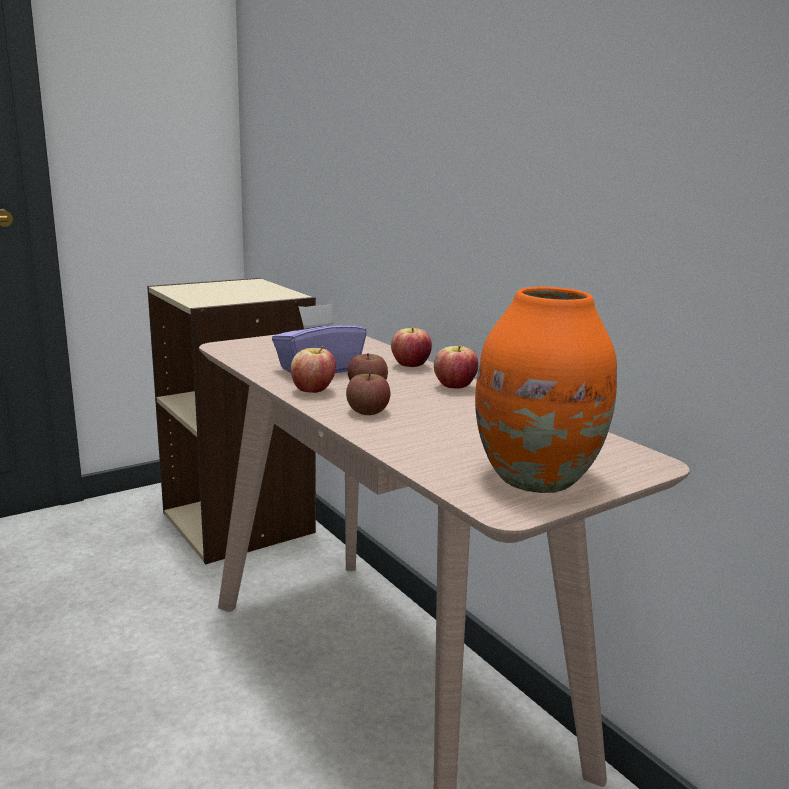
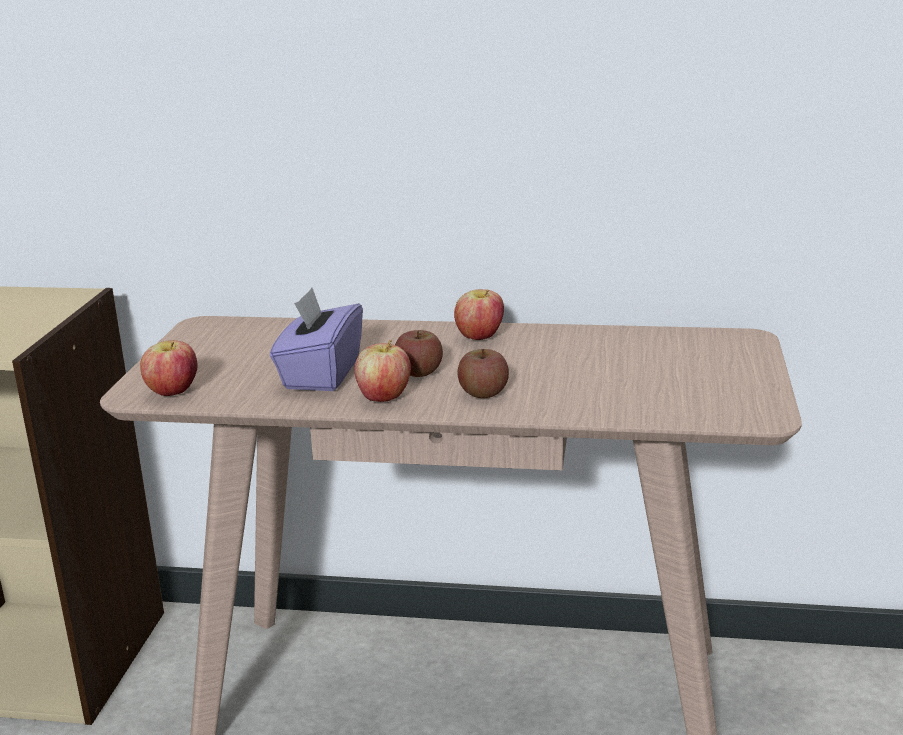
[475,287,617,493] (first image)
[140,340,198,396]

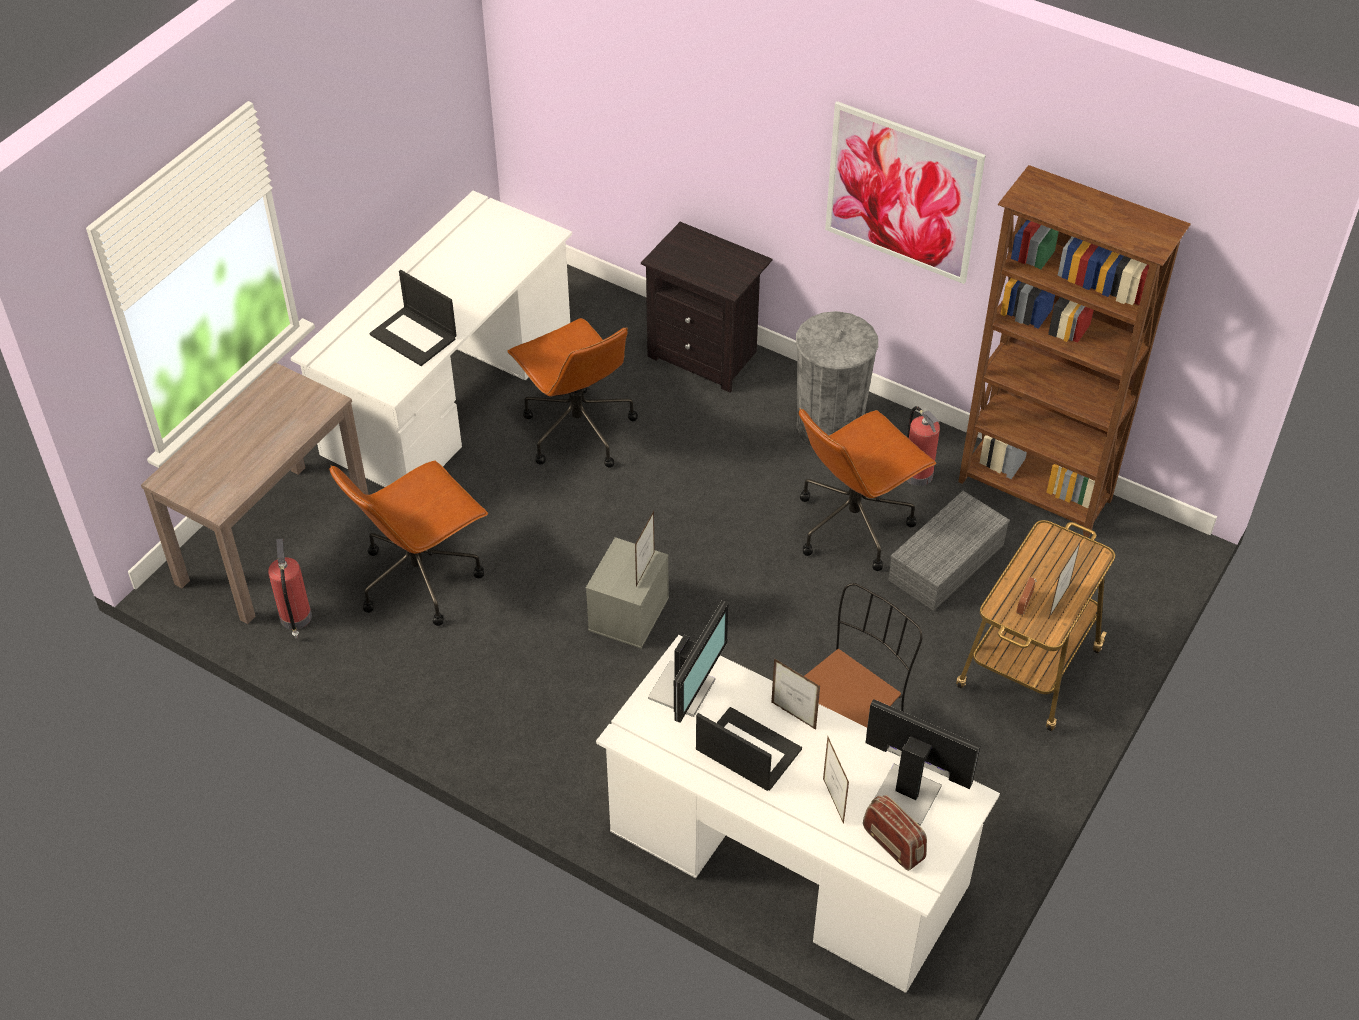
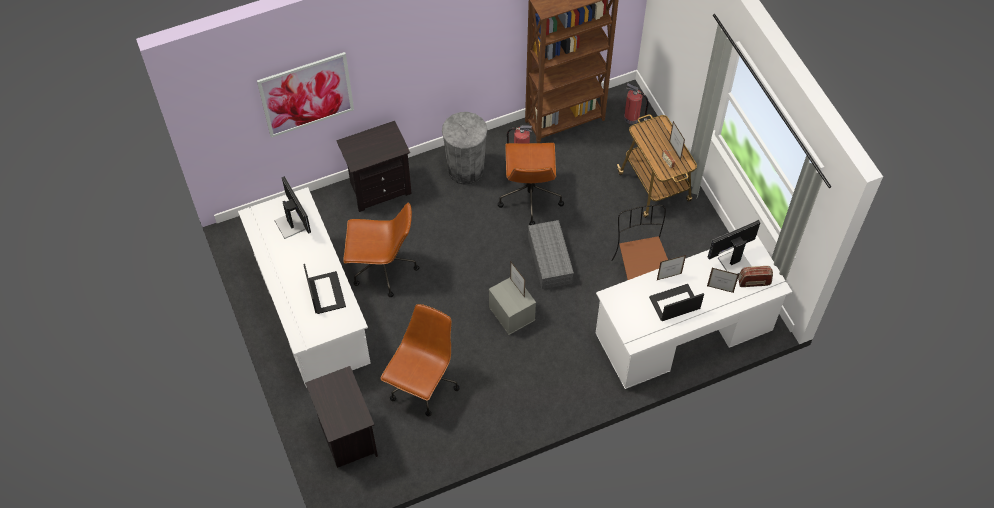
[624,83,649,124]
[274,176,311,239]
[257,52,354,138]
[528,220,574,289]
[305,366,378,468]
[380,304,460,416]
[303,264,346,314]

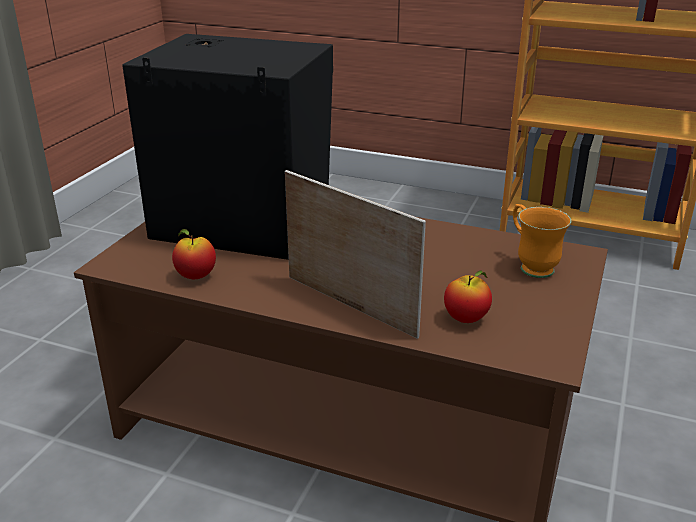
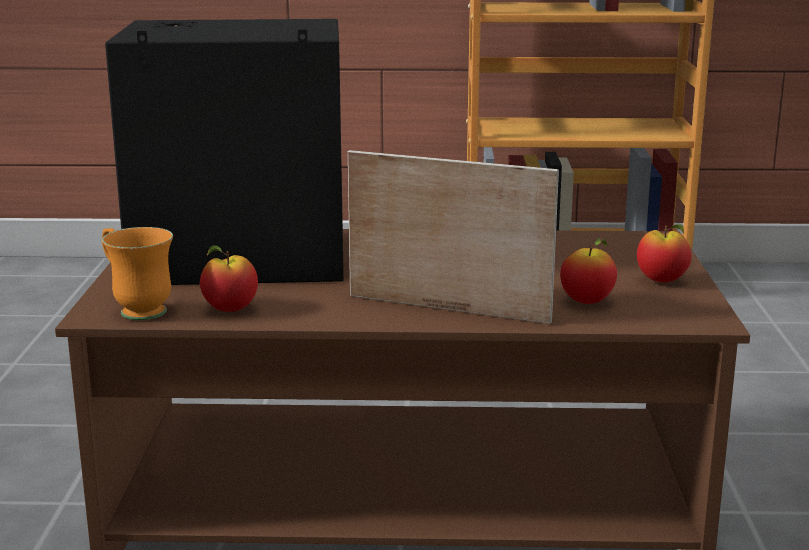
[637,224,692,283]
[102,227,173,320]

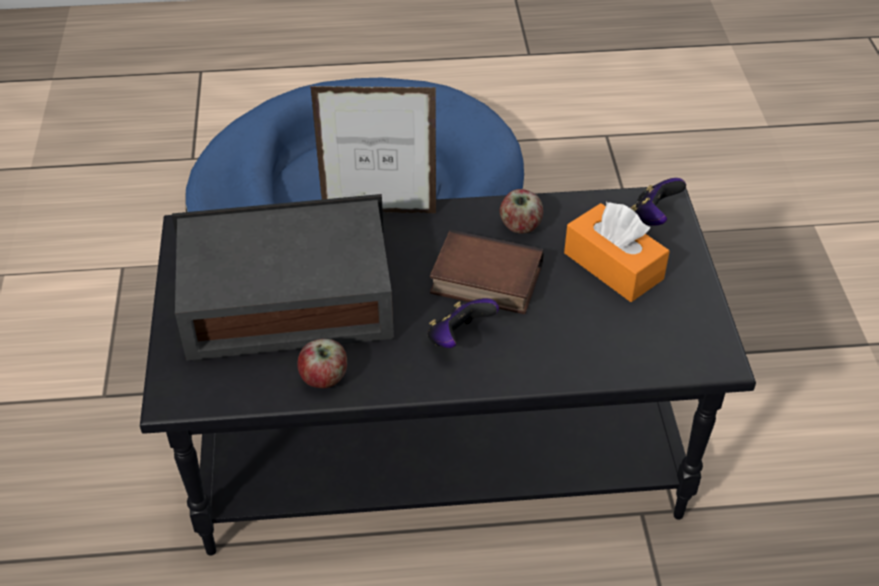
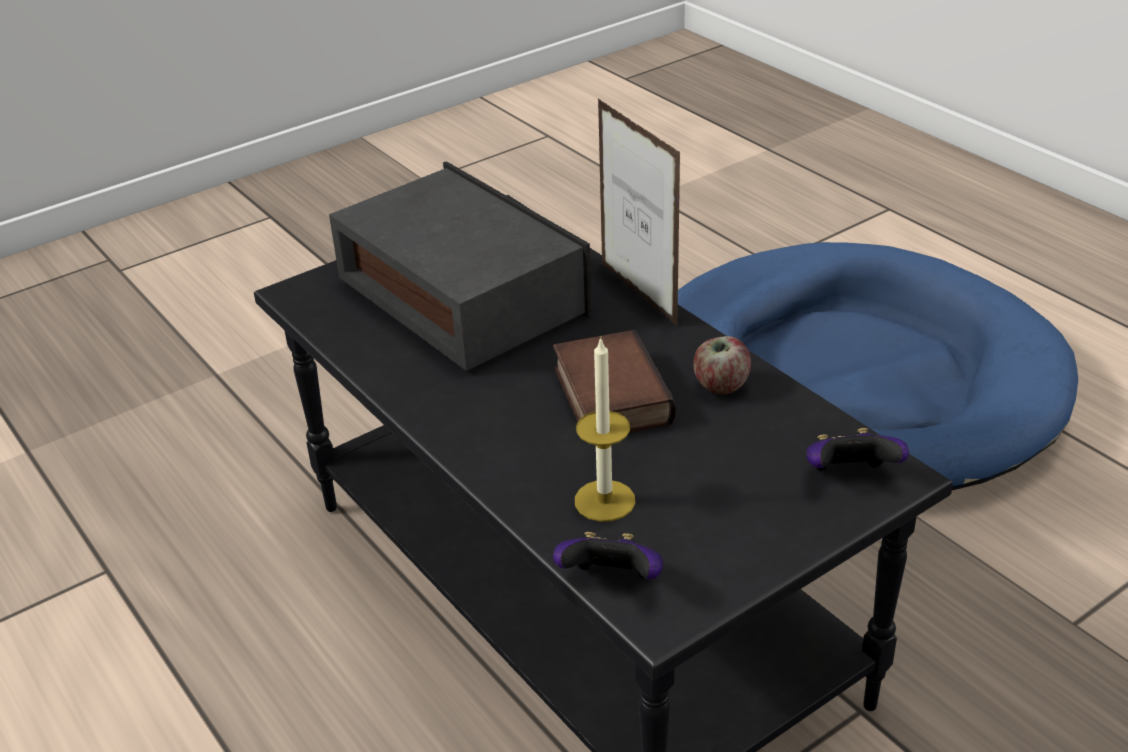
[297,339,347,388] (first image)
[564,202,670,302] (first image)
[575,337,635,522]
[553,532,663,579]

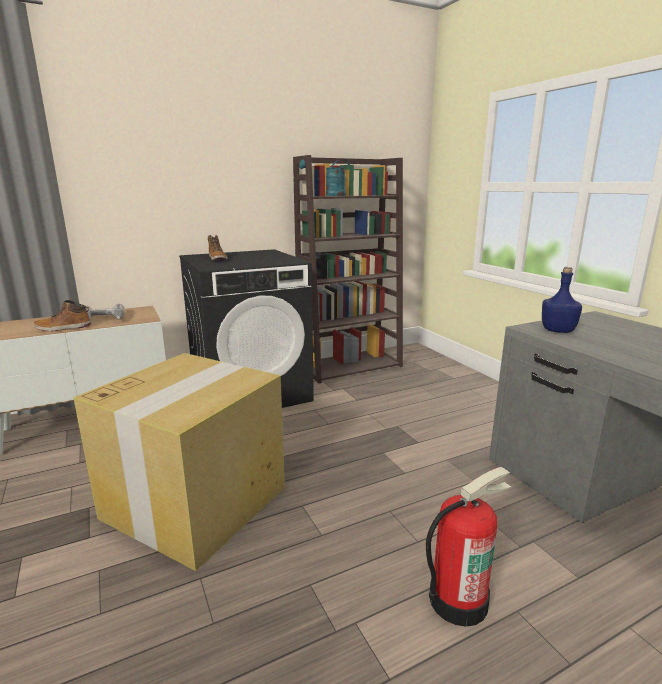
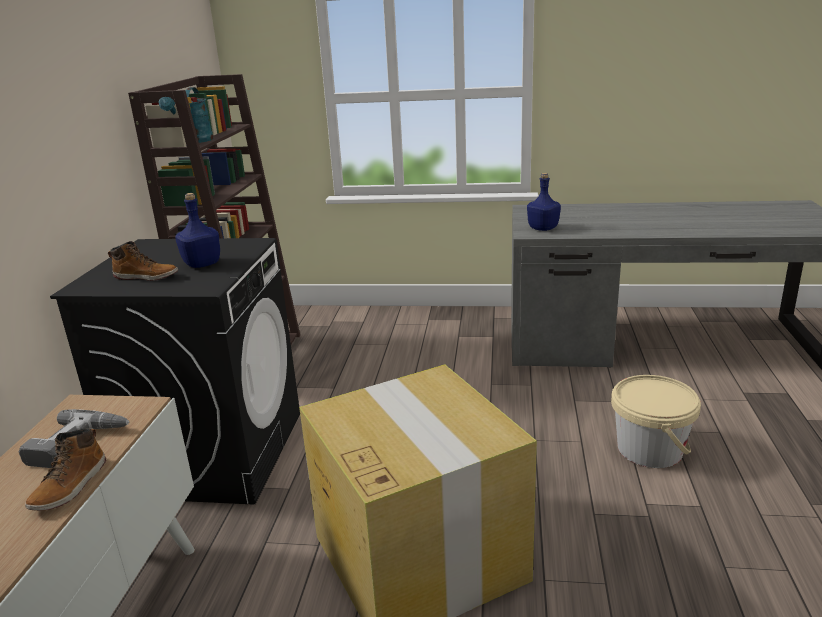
[175,193,220,268]
[611,375,701,468]

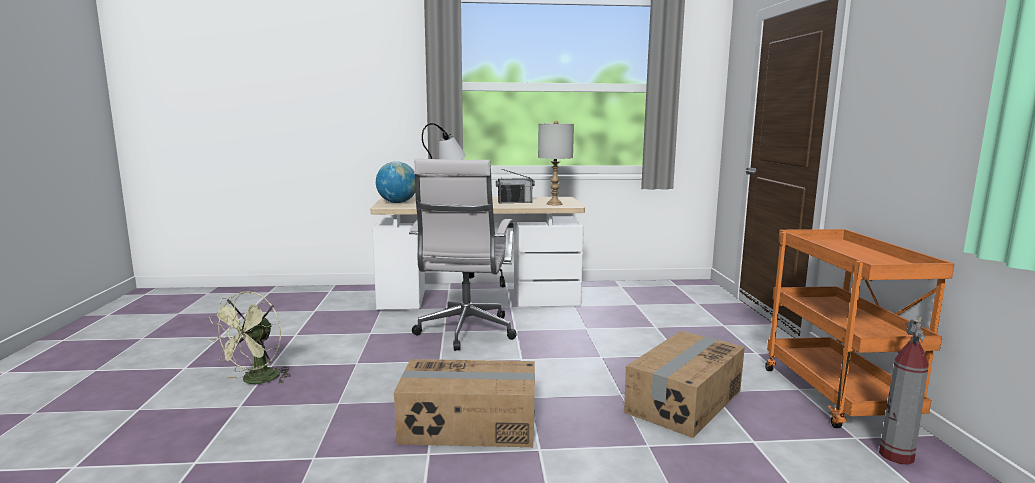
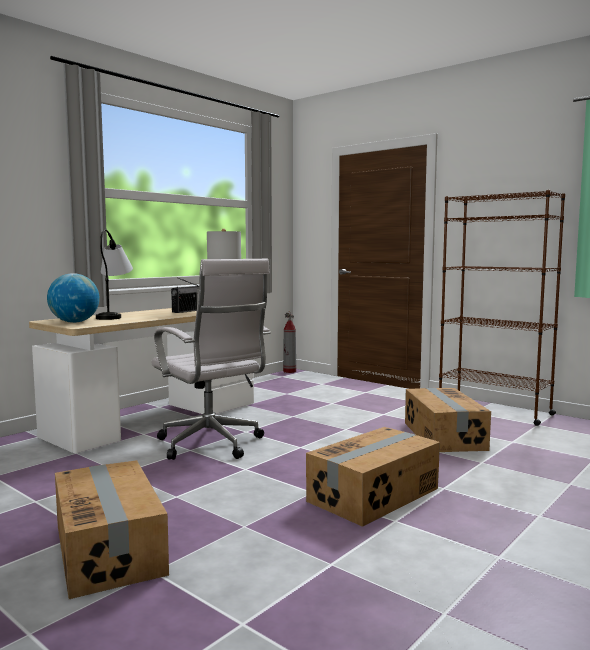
[283,311,296,373]
[55,460,169,599]
[439,190,565,426]

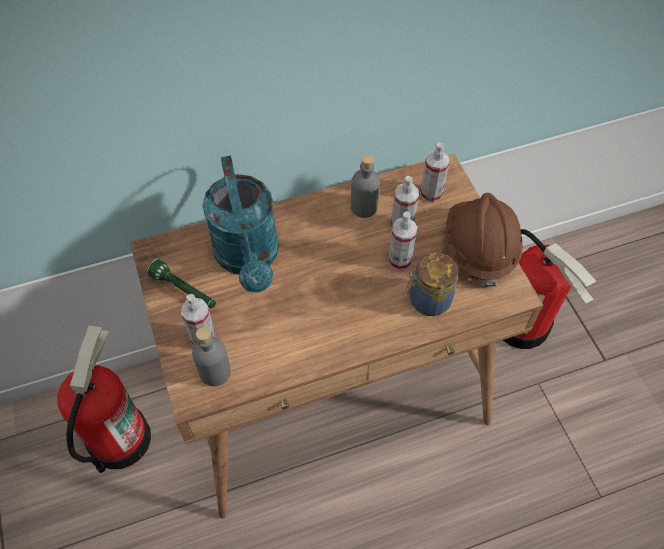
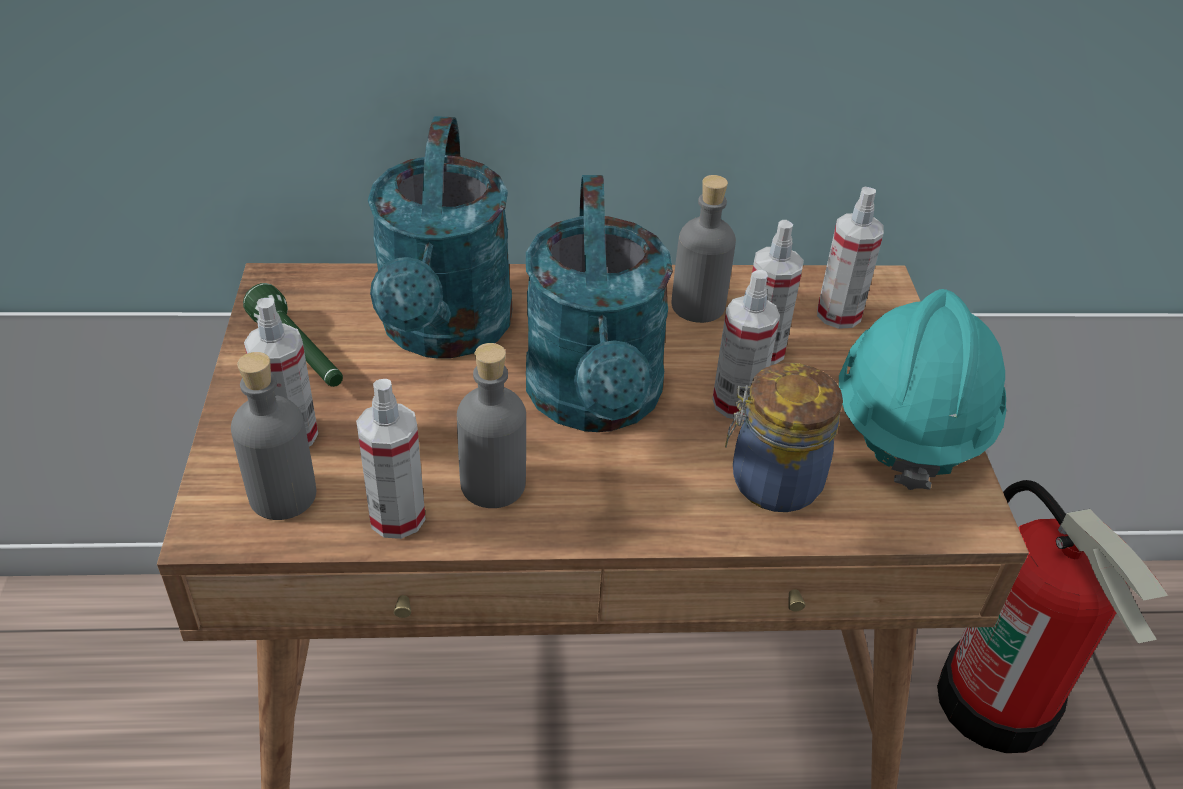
[58,326,151,473] (first image)
[356,379,426,539]
[457,343,526,508]
[526,175,673,432]
[839,289,1007,490]

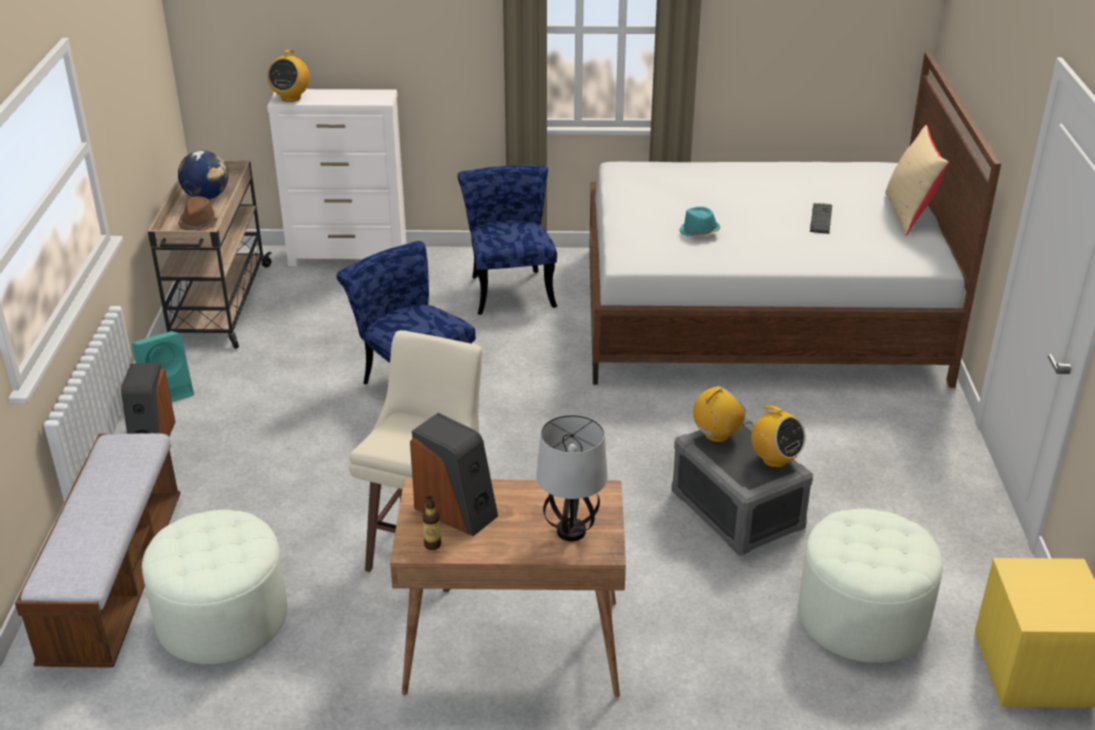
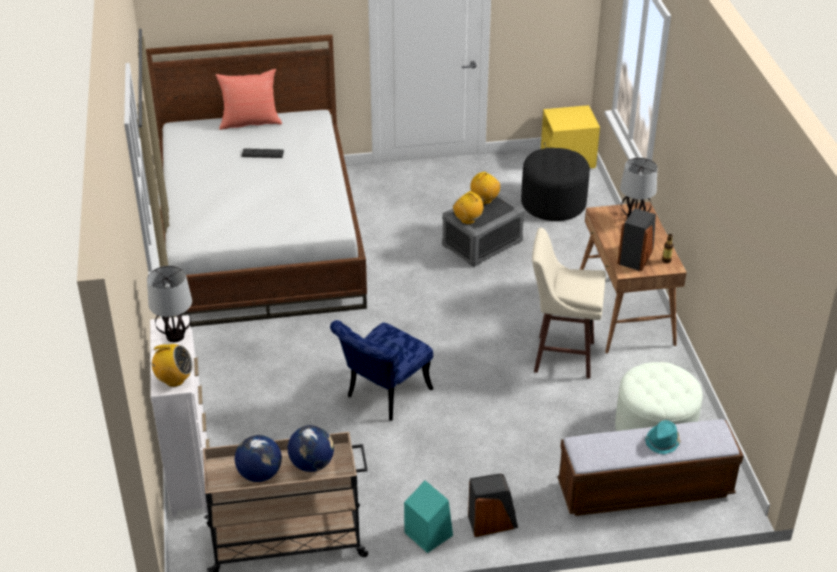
[457,165,557,315] (first image)
[147,266,192,342]
[645,420,681,454]
[288,425,334,472]
[521,148,590,221]
[215,69,282,130]

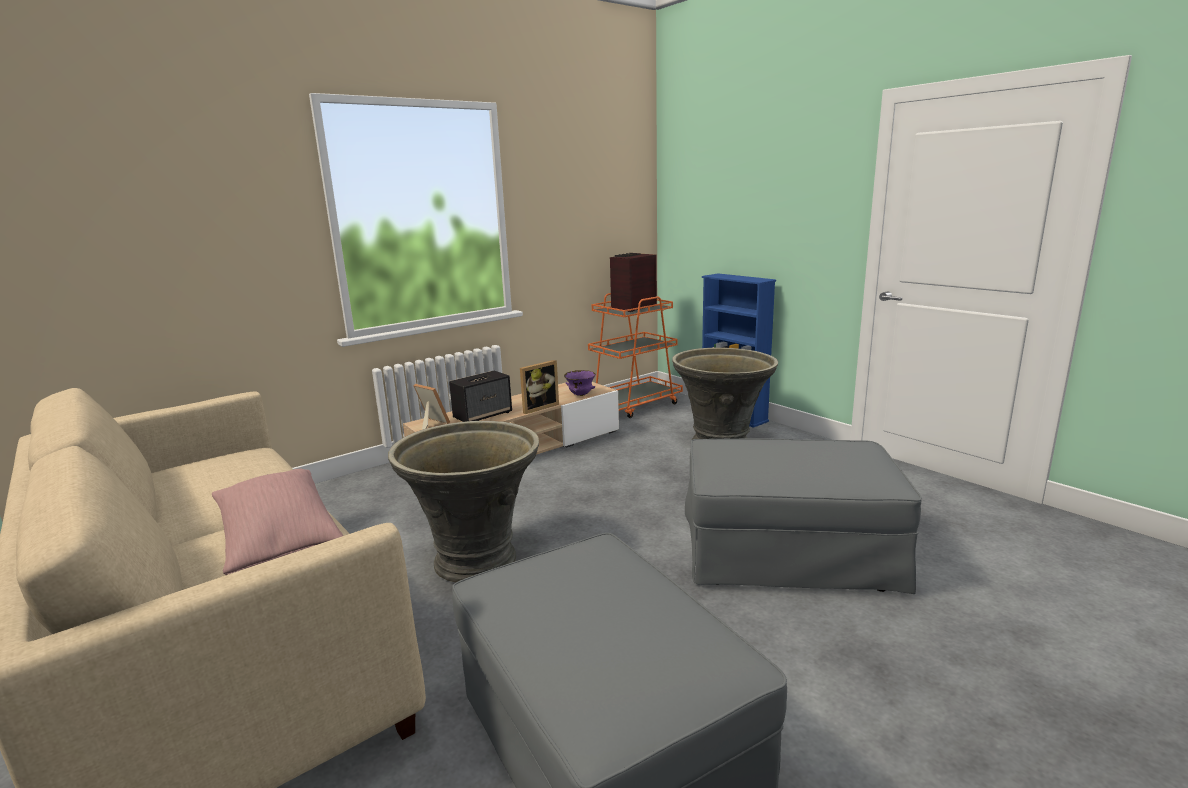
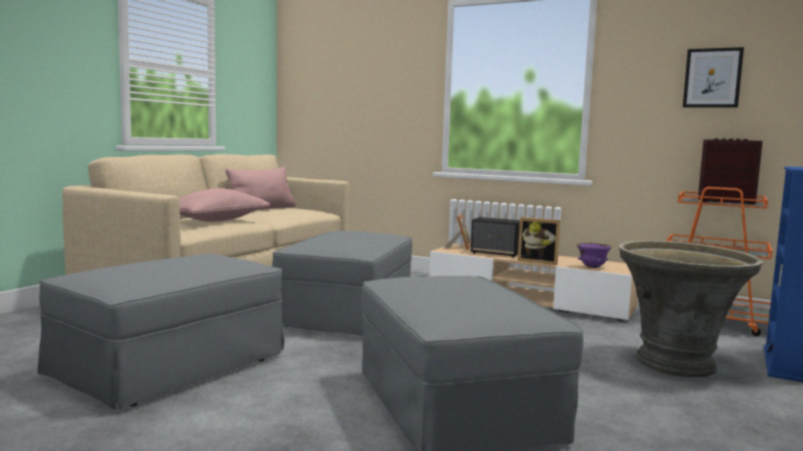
[225,167,296,210]
[683,47,744,108]
[272,231,412,336]

